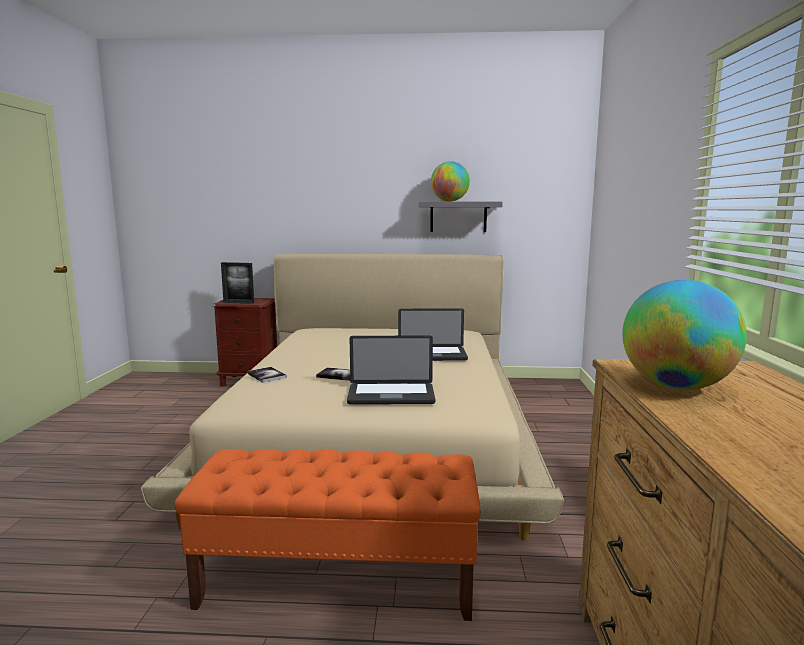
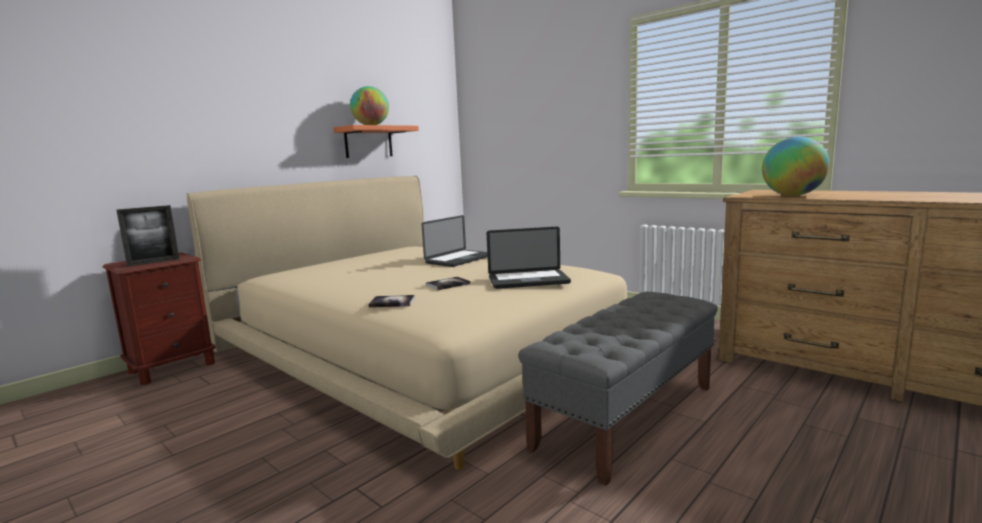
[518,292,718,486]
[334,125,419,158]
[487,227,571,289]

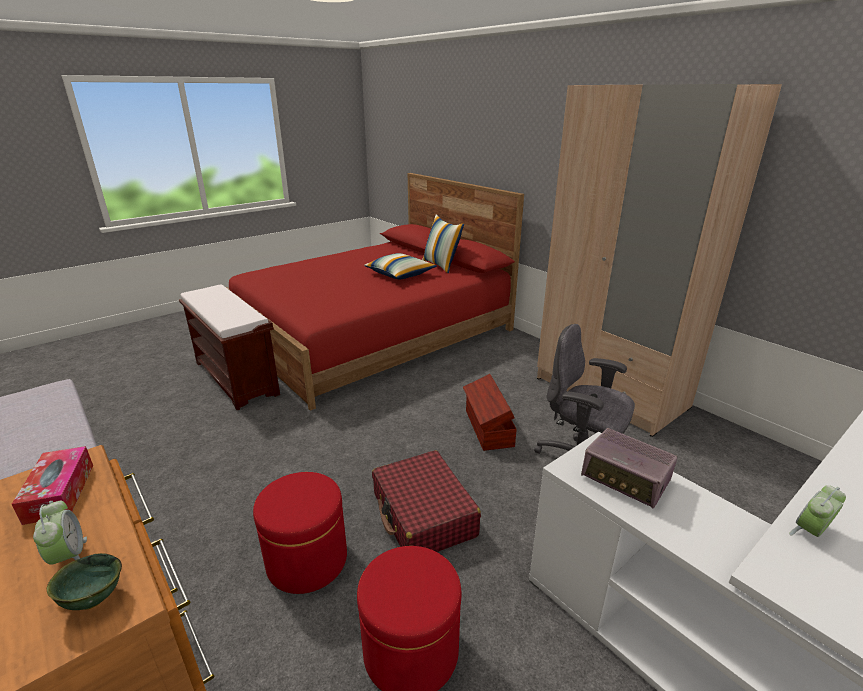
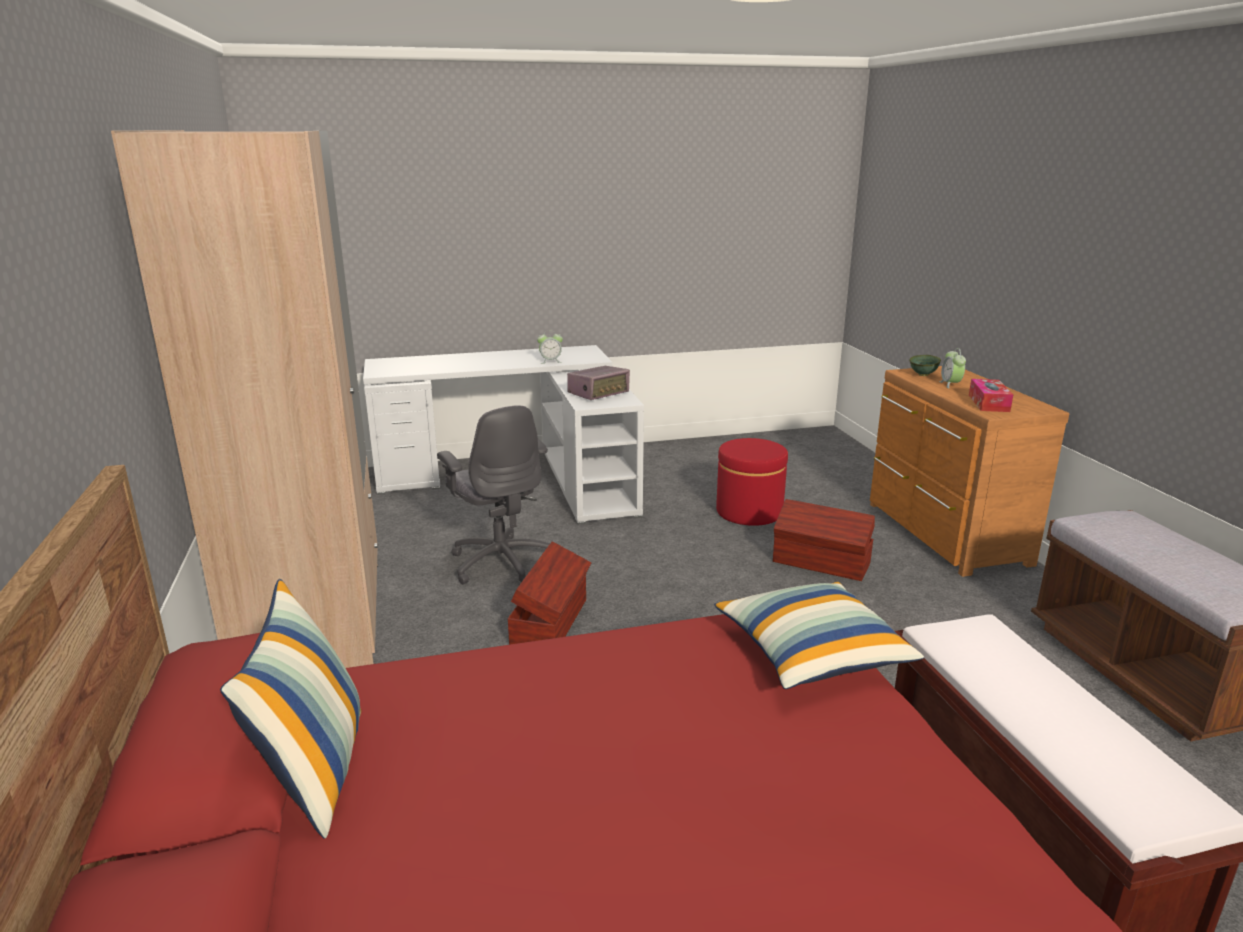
[372,450,481,552] (first image)
[714,582,924,689]
[773,499,875,581]
[567,366,630,400]

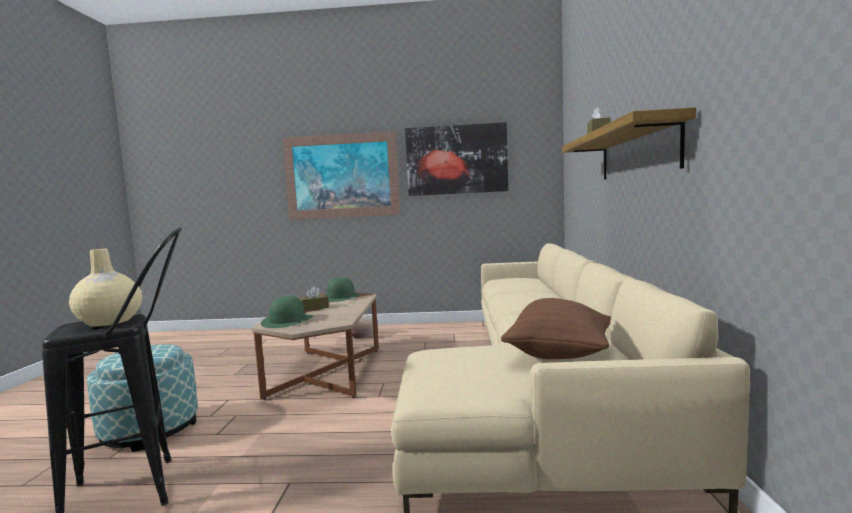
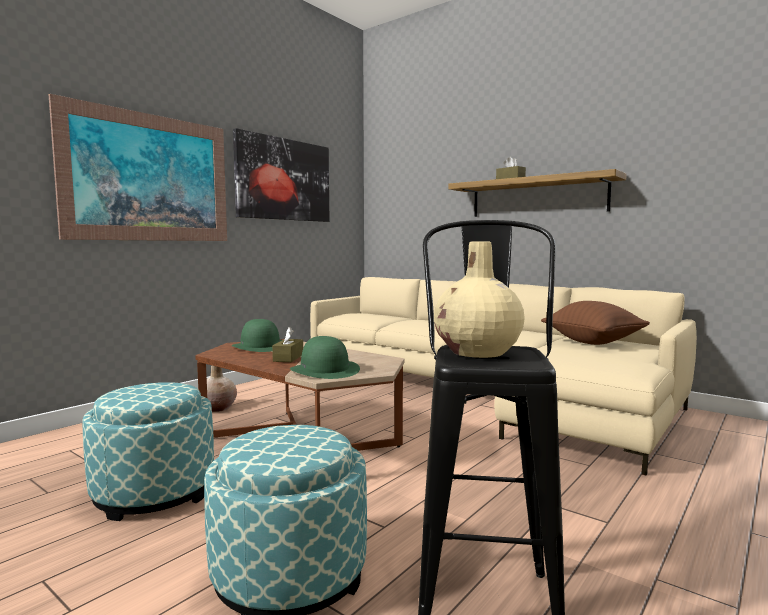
[82,382,214,521]

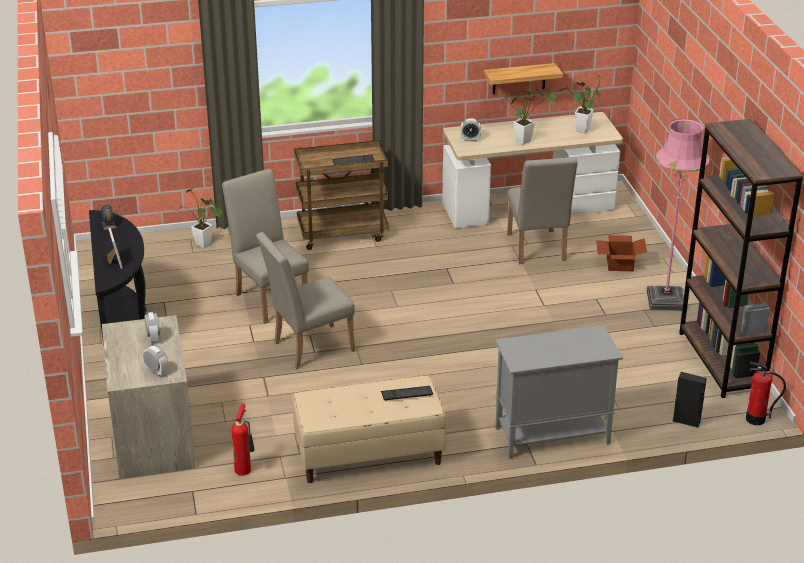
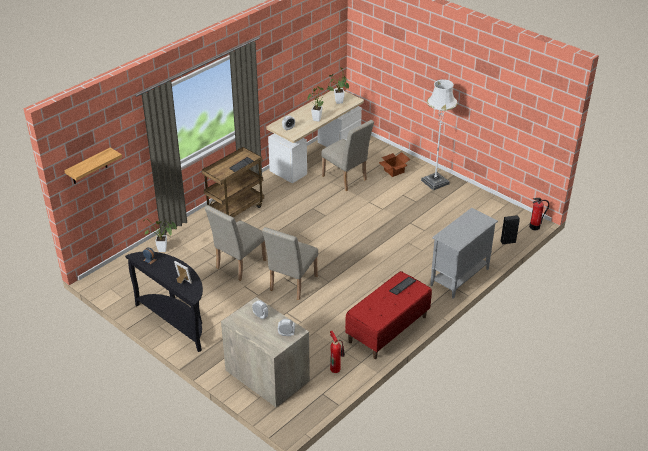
[679,119,804,398] (first image)
[64,148,122,184]
[345,271,432,359]
[421,79,458,191]
[205,205,266,281]

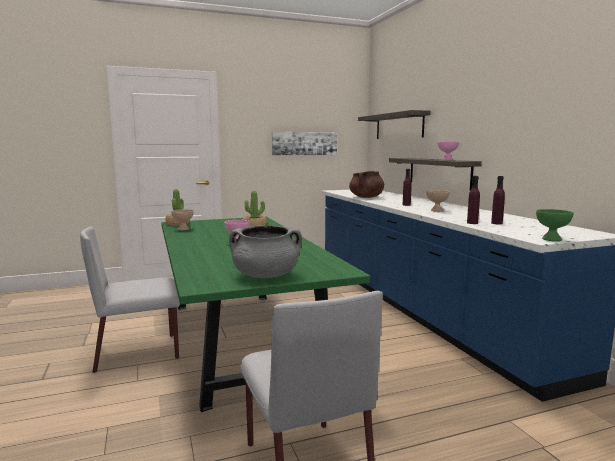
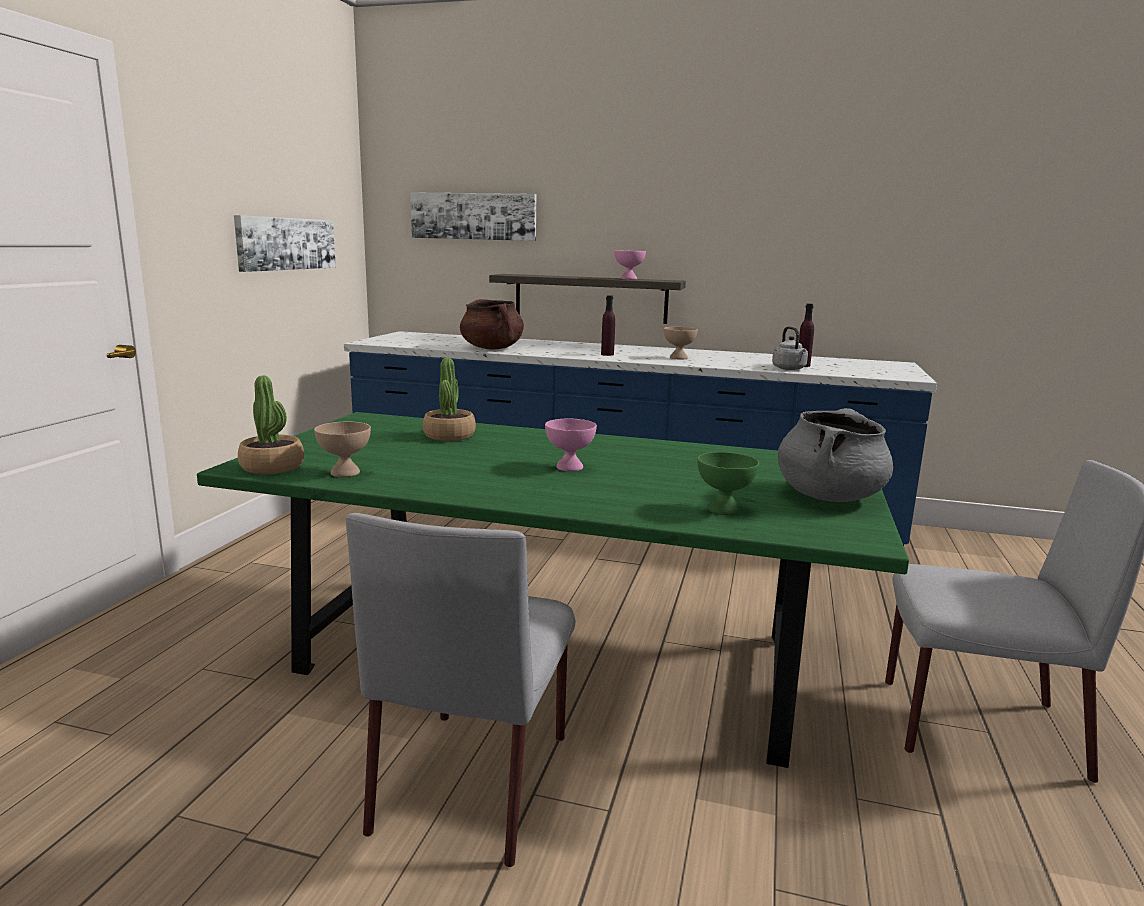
[697,452,759,515]
[410,192,536,241]
[772,326,808,370]

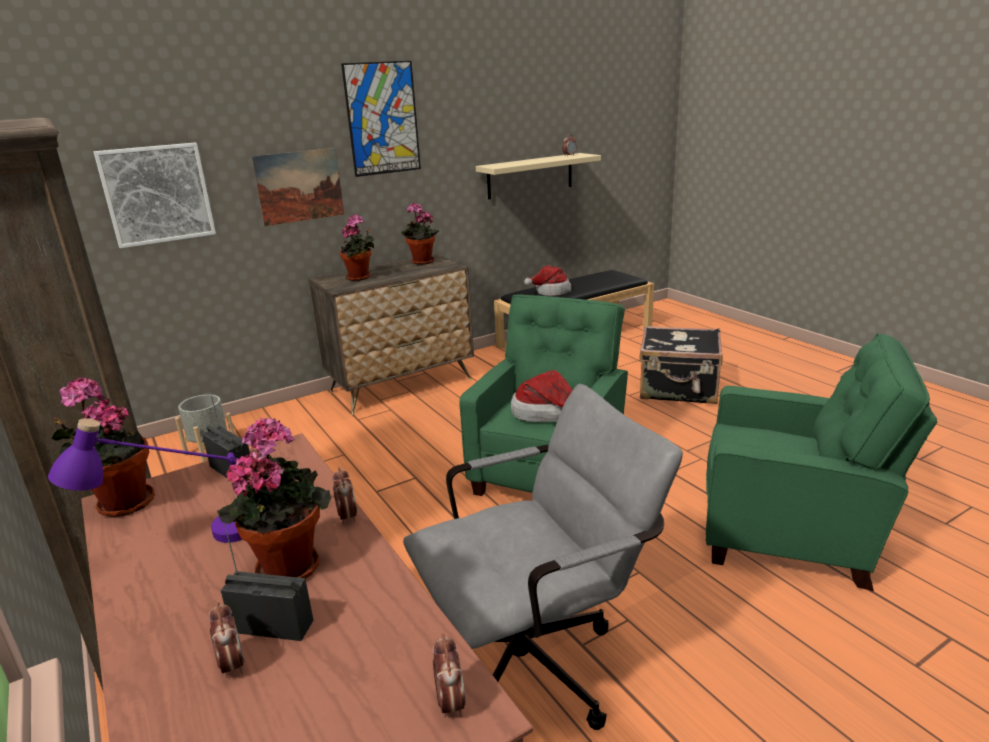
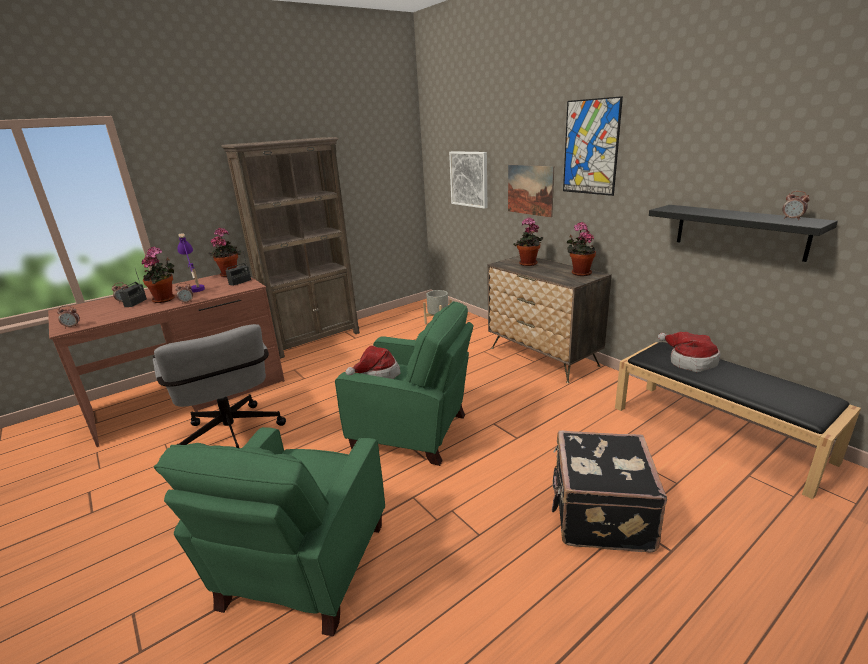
[649,205,838,262]

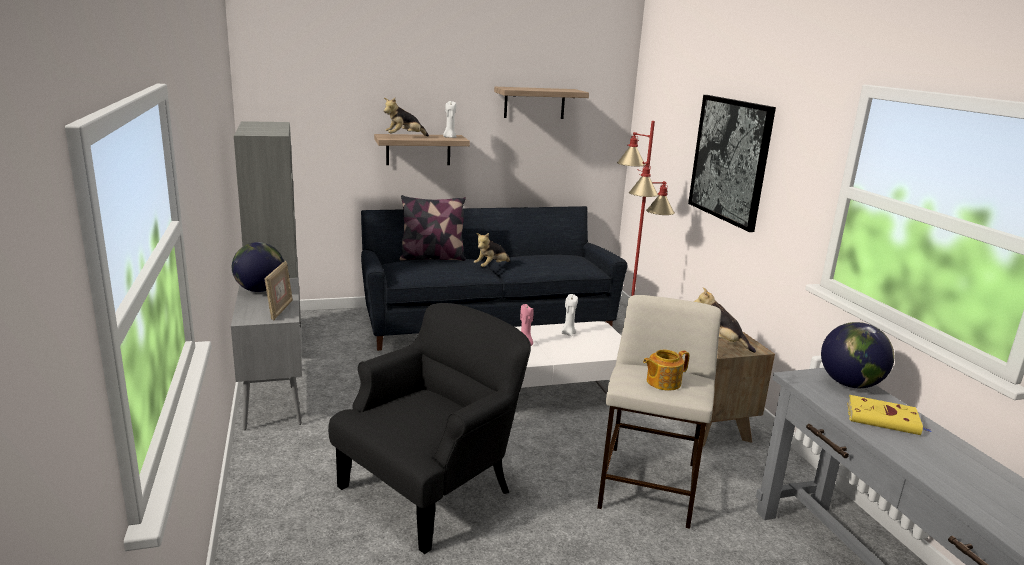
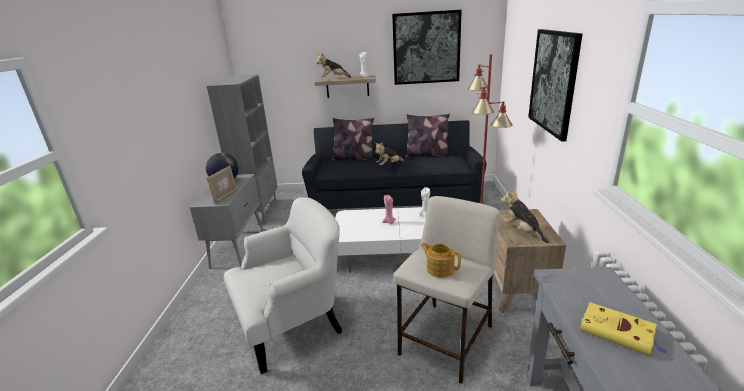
[821,322,894,388] (first image)
[405,114,450,157]
[392,10,462,85]
[224,197,342,374]
[420,243,461,278]

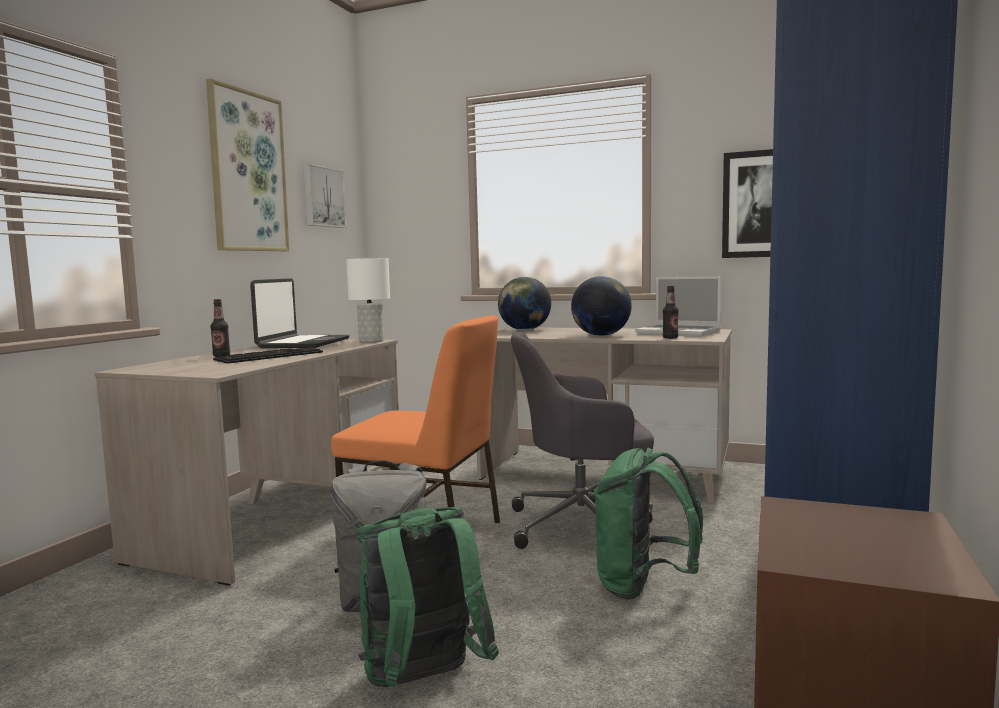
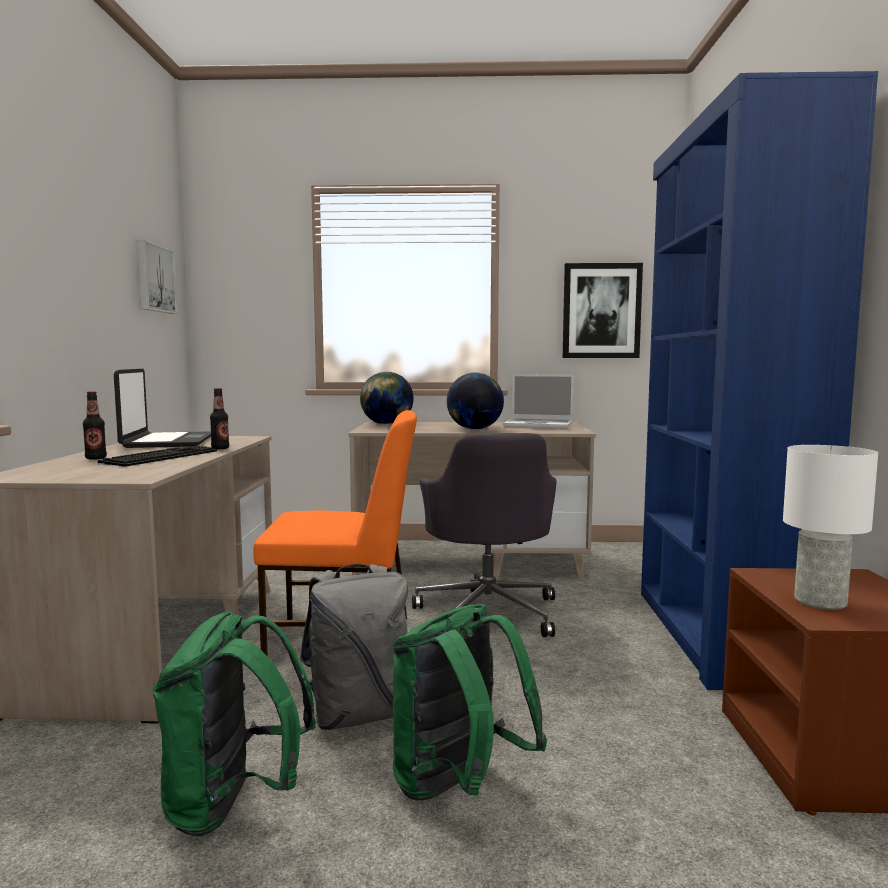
[206,78,289,251] (first image)
[783,445,878,610]
[152,612,316,837]
[210,388,229,449]
[412,433,557,637]

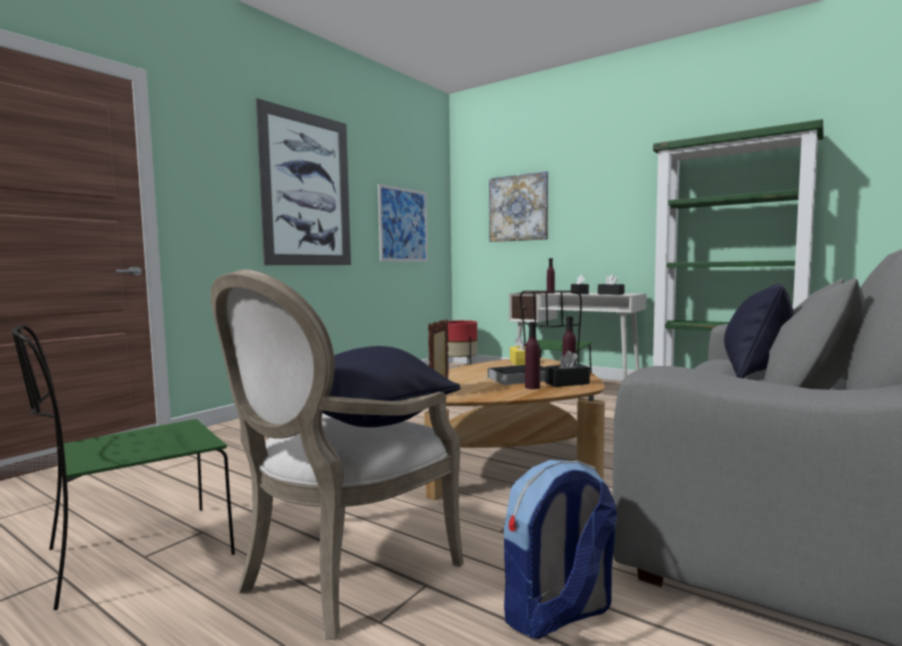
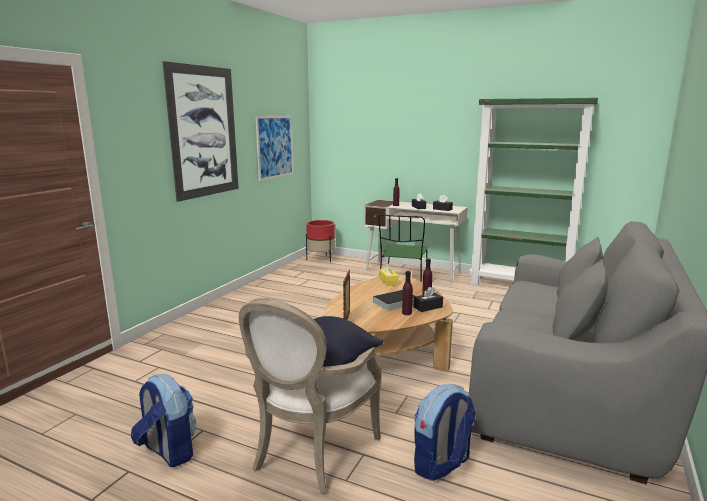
[489,171,548,242] (first image)
[724,283,794,378] (first image)
[131,374,196,467]

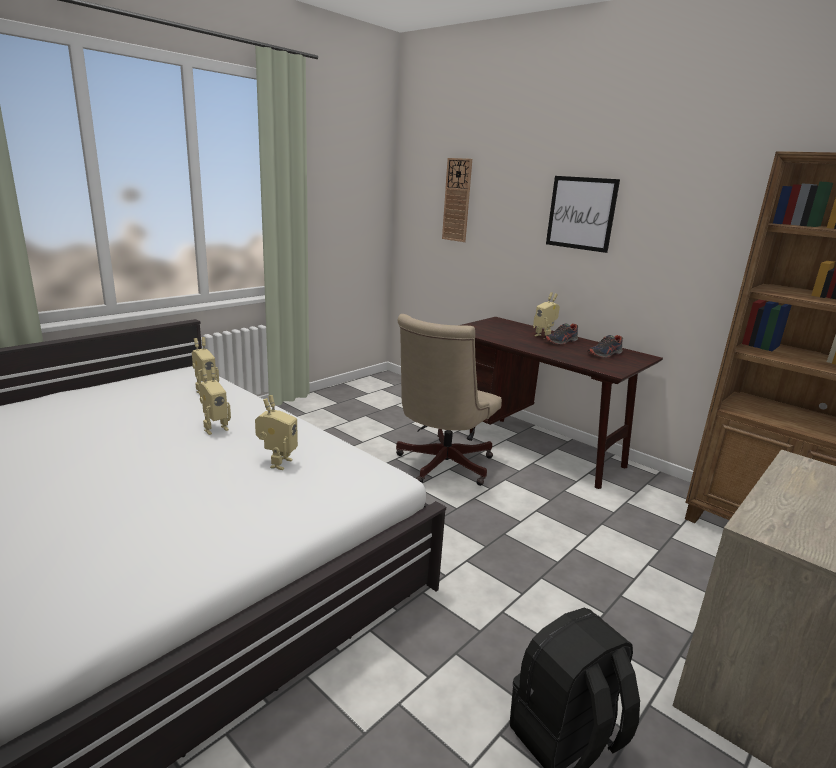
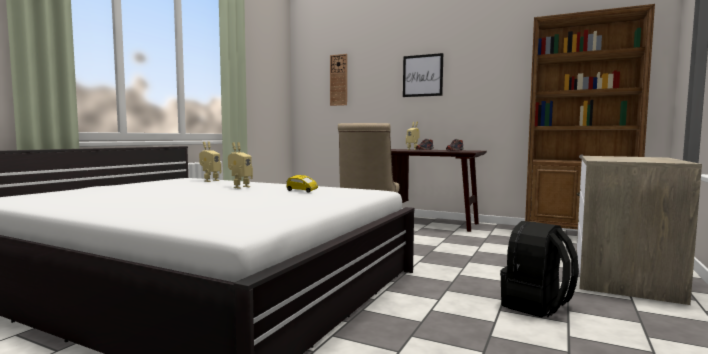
[286,175,318,193]

